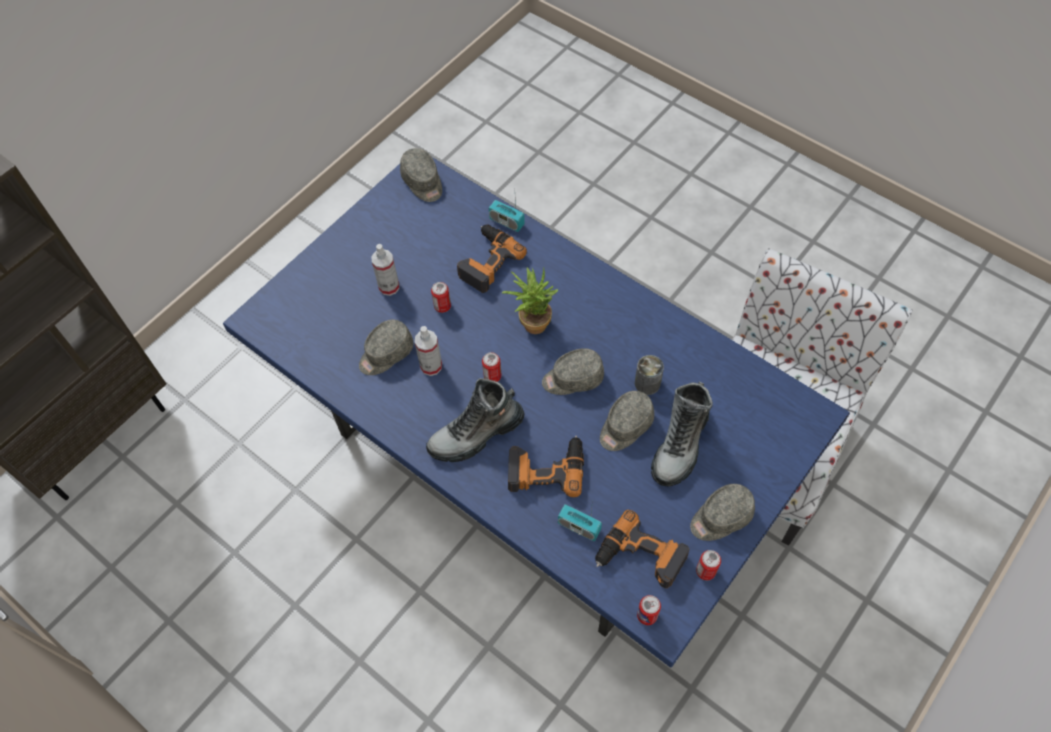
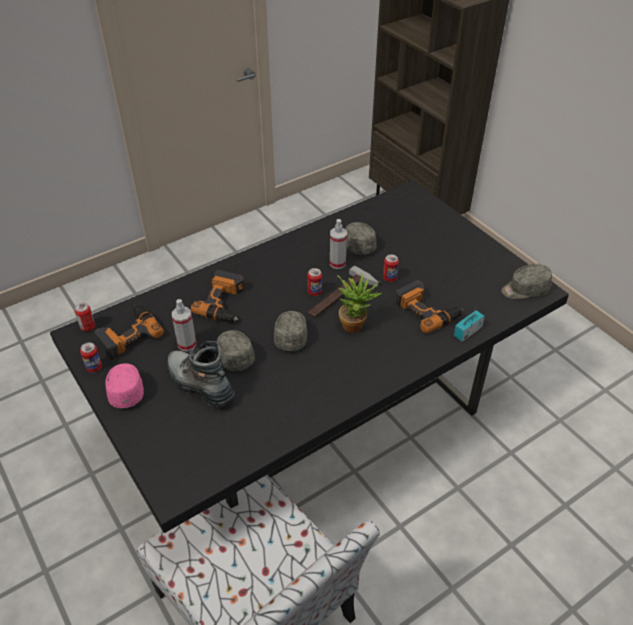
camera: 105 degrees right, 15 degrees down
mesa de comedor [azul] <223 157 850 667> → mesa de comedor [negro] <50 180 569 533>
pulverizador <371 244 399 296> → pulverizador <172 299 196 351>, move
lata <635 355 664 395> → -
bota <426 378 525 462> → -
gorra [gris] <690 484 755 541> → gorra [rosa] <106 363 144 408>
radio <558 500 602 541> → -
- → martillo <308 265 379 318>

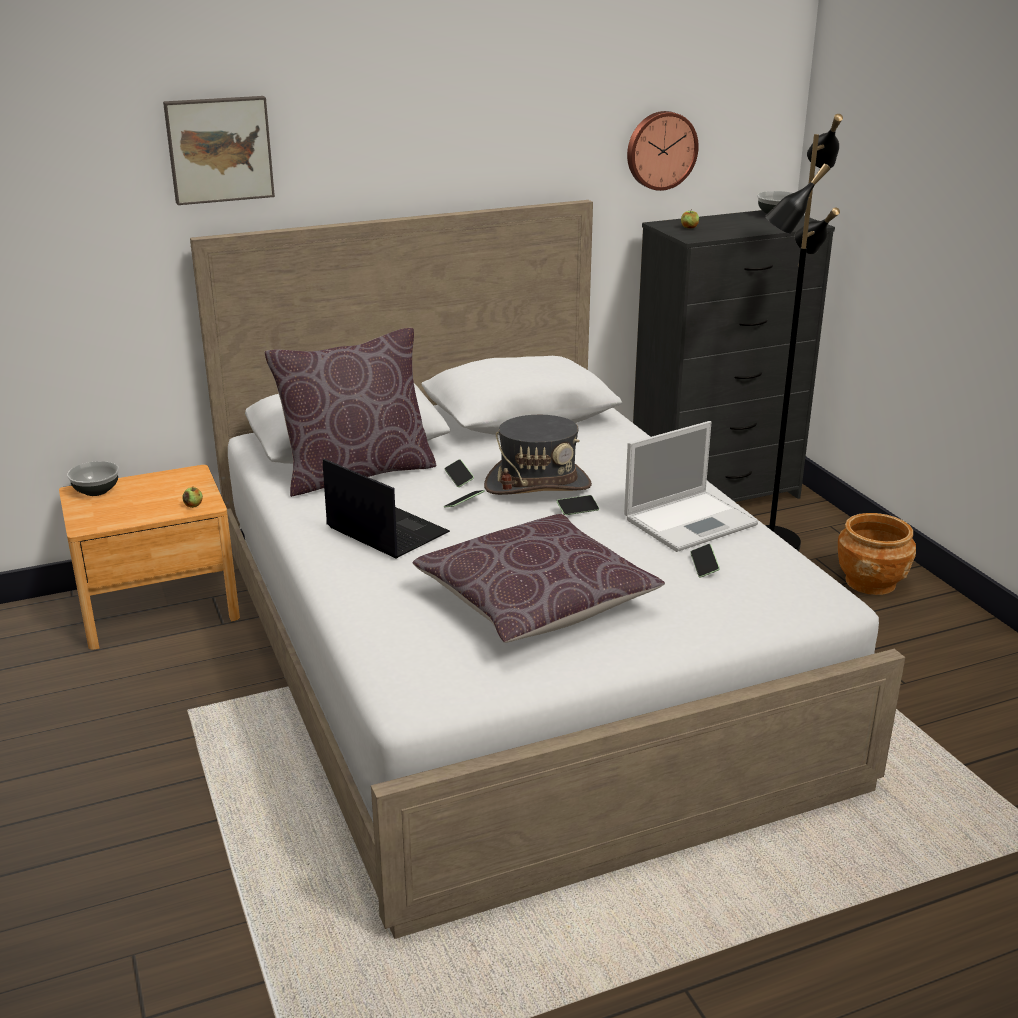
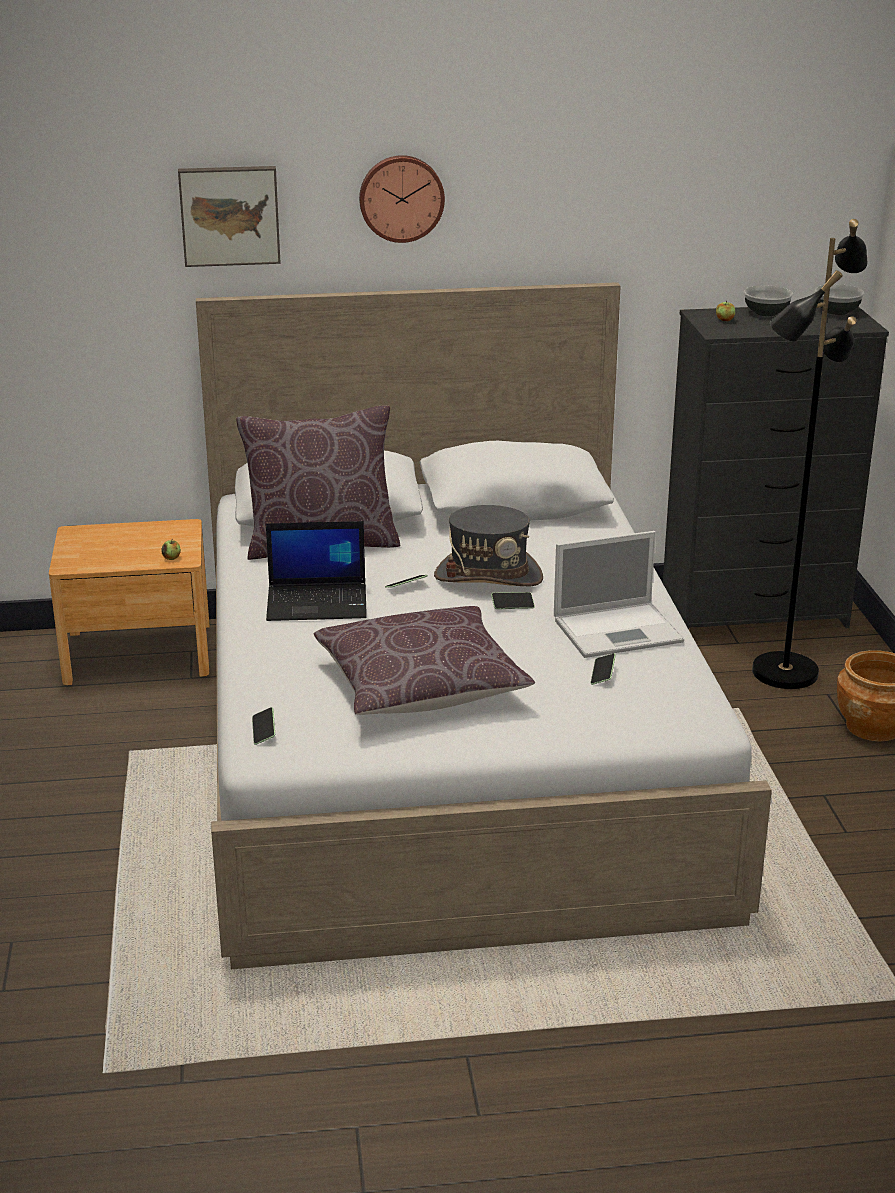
camera: 15 degrees right, 0 degrees up
reloj de pared <627 111 699 191> → reloj de pared <359 155 445 243>, move
portátil <323 458 450 558> → portátil <266 521 367 621>, 120 degrees clockwise
móvil <445 459 474 487> → móvil <252 707 275 745>, move
cuenco <67 461 119 496> → cuenco <744 286 793 316>, move

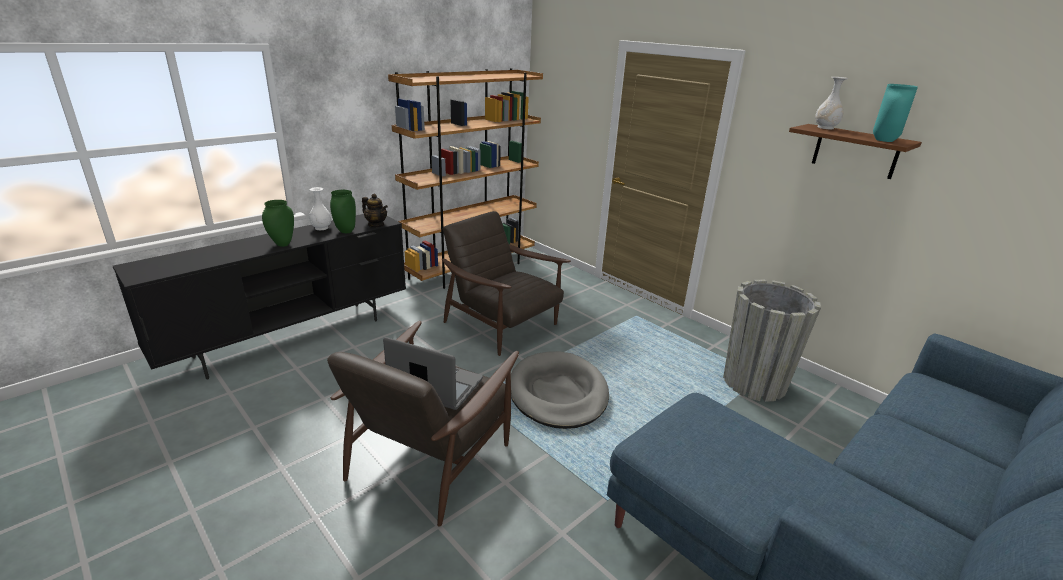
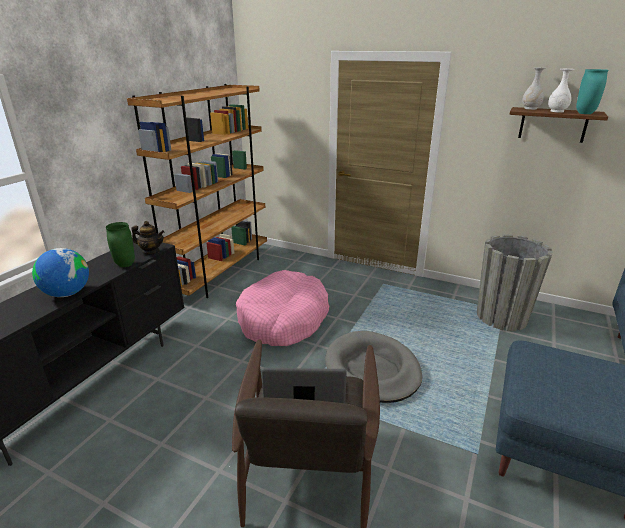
camera: 20 degrees left, 0 degrees up
florero [blanco] <309 187 331 230> → florero [blanco] <548 69 575 113>, move
florero [verde] <262 200 294 247> → globo terráqueo <32 248 89 297>
sillón [marrón] <442 211 571 356> → cama para perro [rosa] <236 270 329 346>

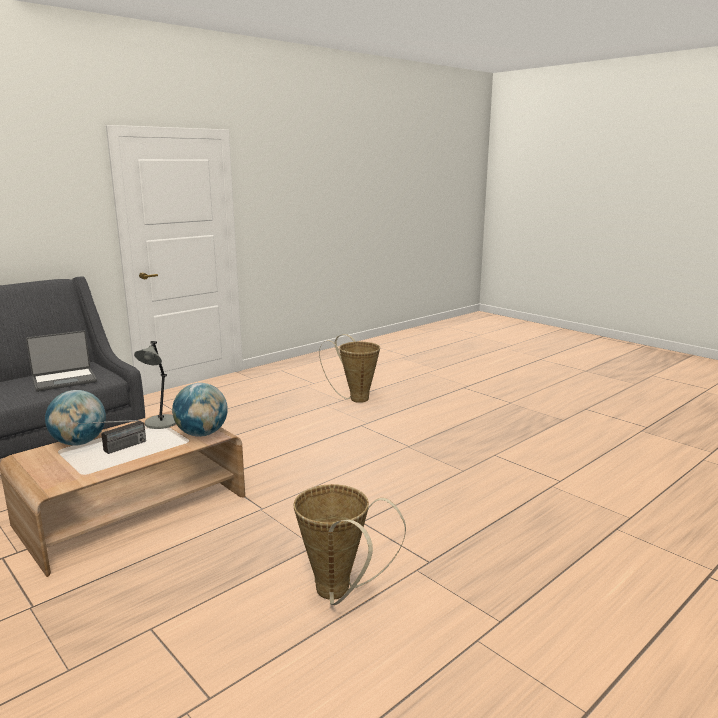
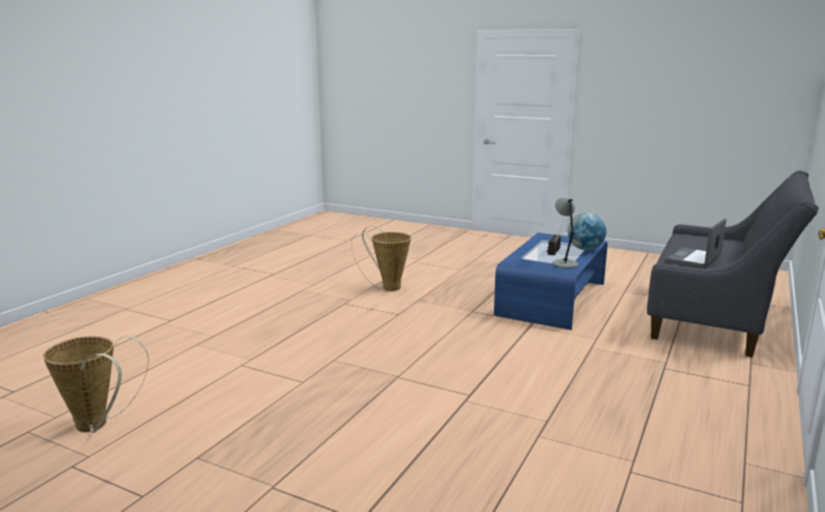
camera: 160 degrees right, 0 degrees up
cesta <319 334 380 403> → cesta <43 335 149 433>, move
globo terráqueo <172 383 228 437> → -
mesa de centro [marrón] <0 411 245 577> → mesa de centro [azul] <494 233 608 330>

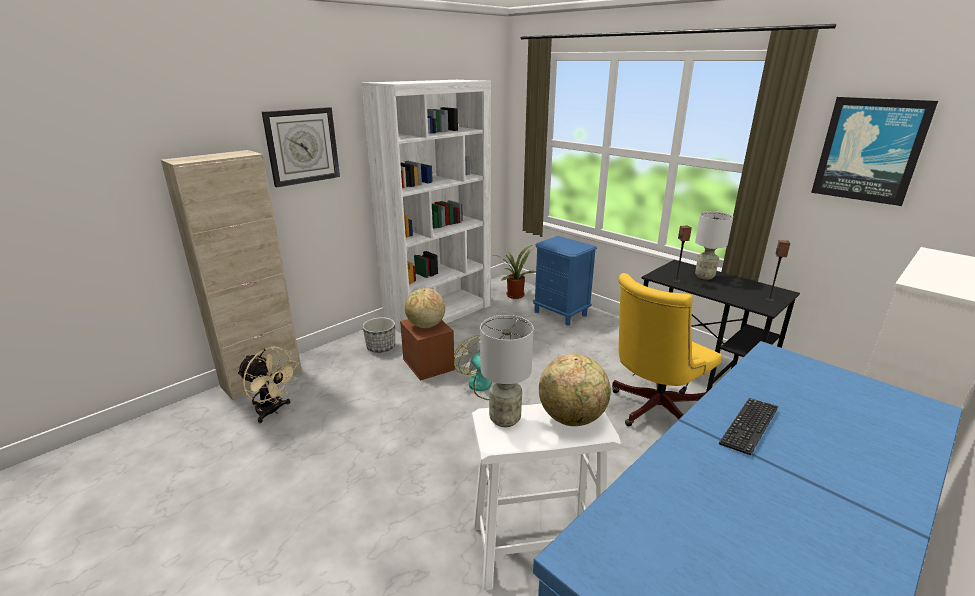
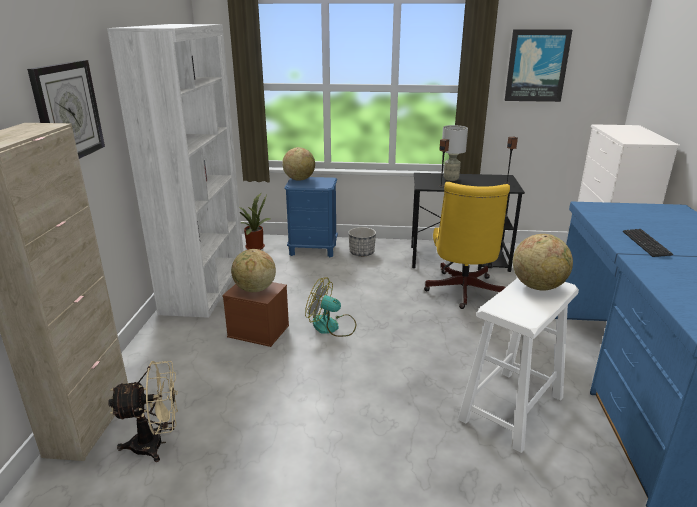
camera: 40 degrees left, 0 degrees up
lámpara de mesa [gris] <480 315 533 427> → -
maceta <363 317 395 353> → maceta <348 227 376 257>, move
- → globo terráqueo <282 147 315 181>

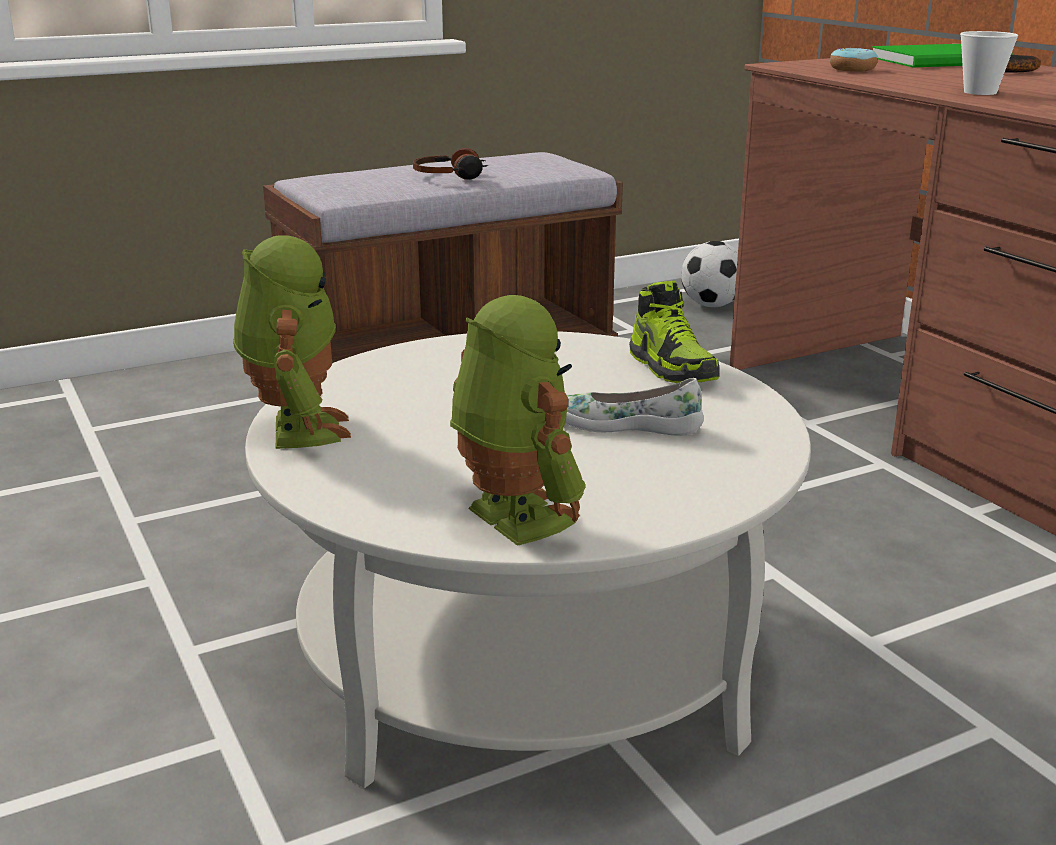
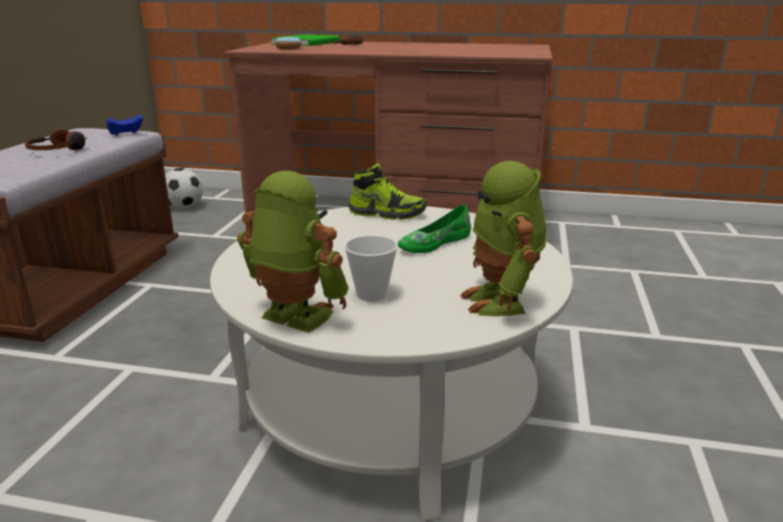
camera: 50 degrees left, 0 degrees up
taza <960 31 1018 95> → taza <344 235 398 302>, move
robot de juguete <450 295 585 546> → robot de juguete <460 161 547 316>, 105 degrees counterclockwise
zapato [blanco] <565 378 704 436> → zapato [verde] <398 205 471 253>
- → mando de consola [azul] <106 115 143 136>

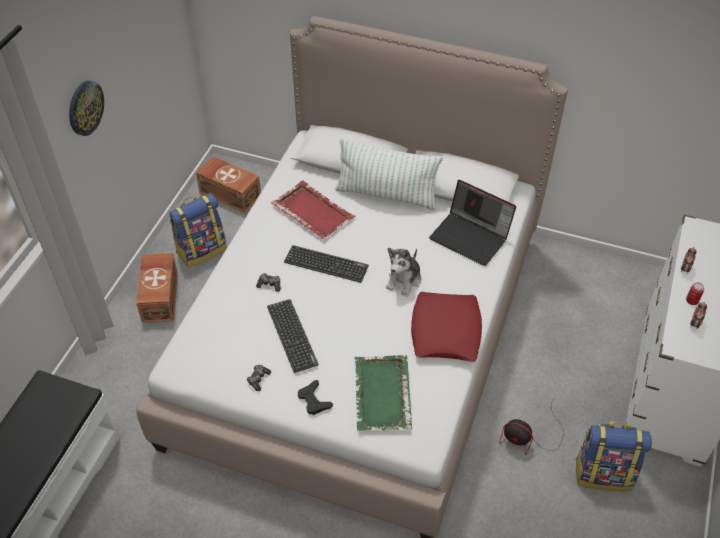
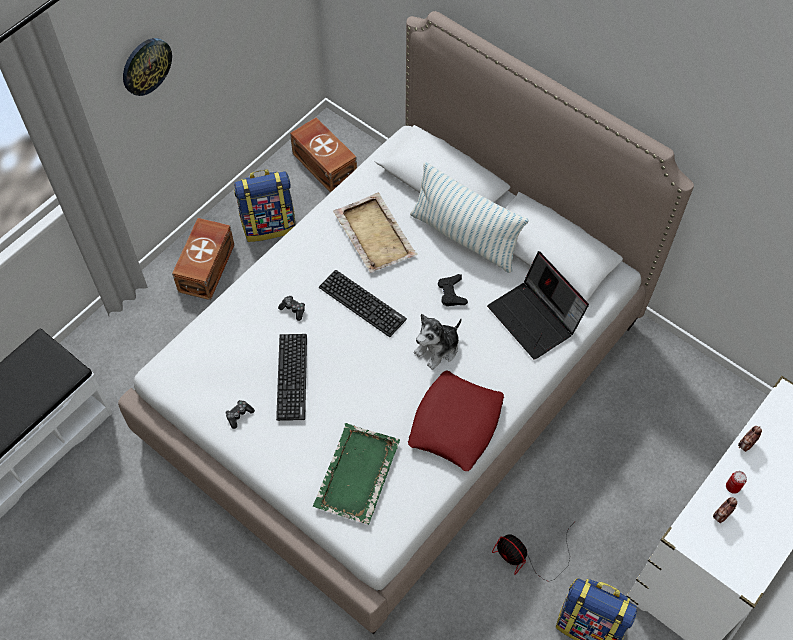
camera: 20 degrees right, 10 degrees up
bandeja [rojo] <271 180 355 239> → bandeja [beis] <333 193 418 273>
mando de consola [negro] <298 380 333 415> → mando de consola [negro] <438 274 468 306>, move

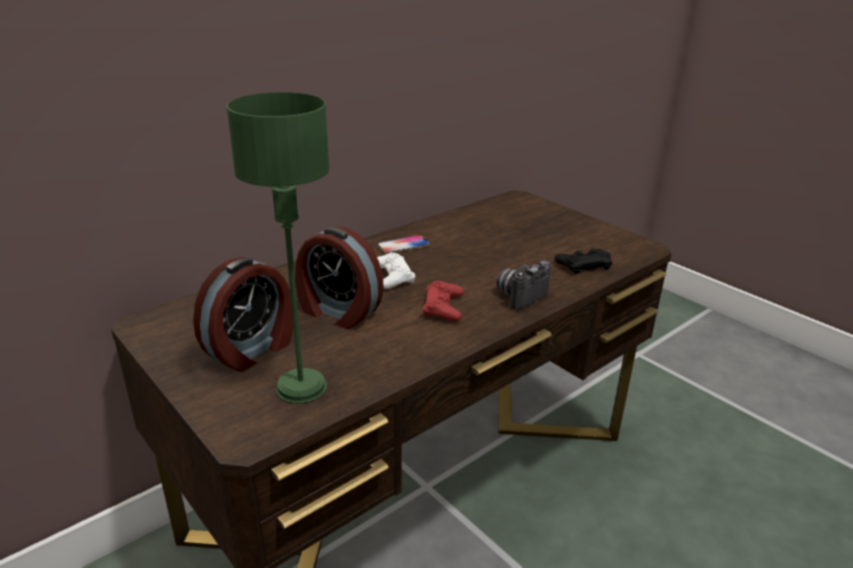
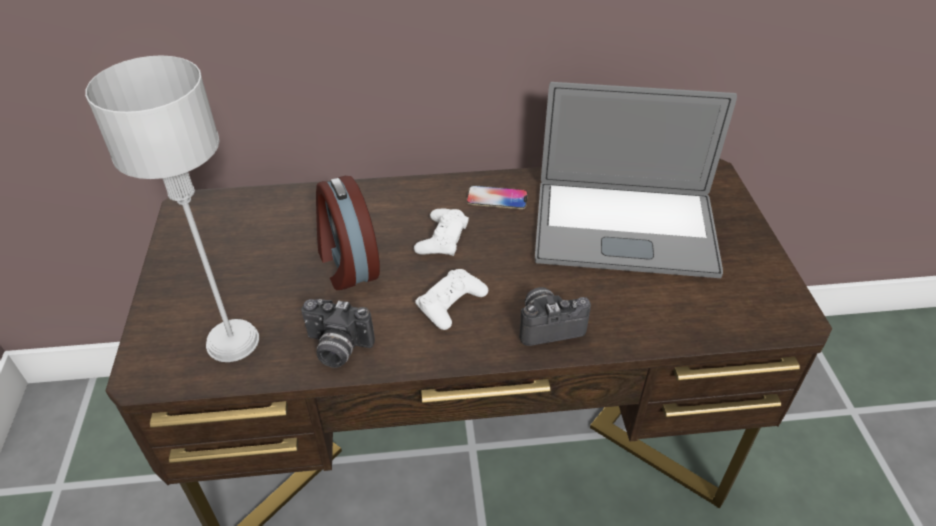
camera: 35 degrees right, 15 degrees up
lámpara de mesa [verde] <226 92 330 403> → lámpara de mesa [gris] <85 55 259 362>
mando de consola [negro] <555 248 612 274> → -
despertador <193 257 294 372> → -
mando de consola [rojo] <423 281 464 321> → mando de consola [blanco] <415 269 488 330>
- → portátil <535 82 737 278>
- → cámara <301 299 375 368>

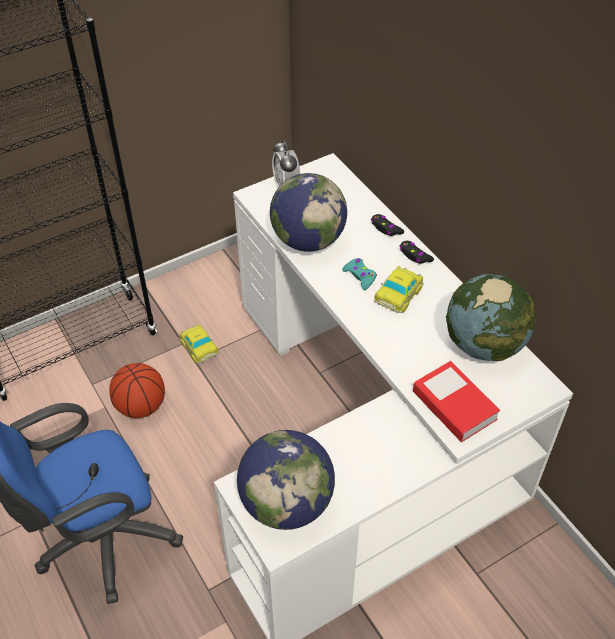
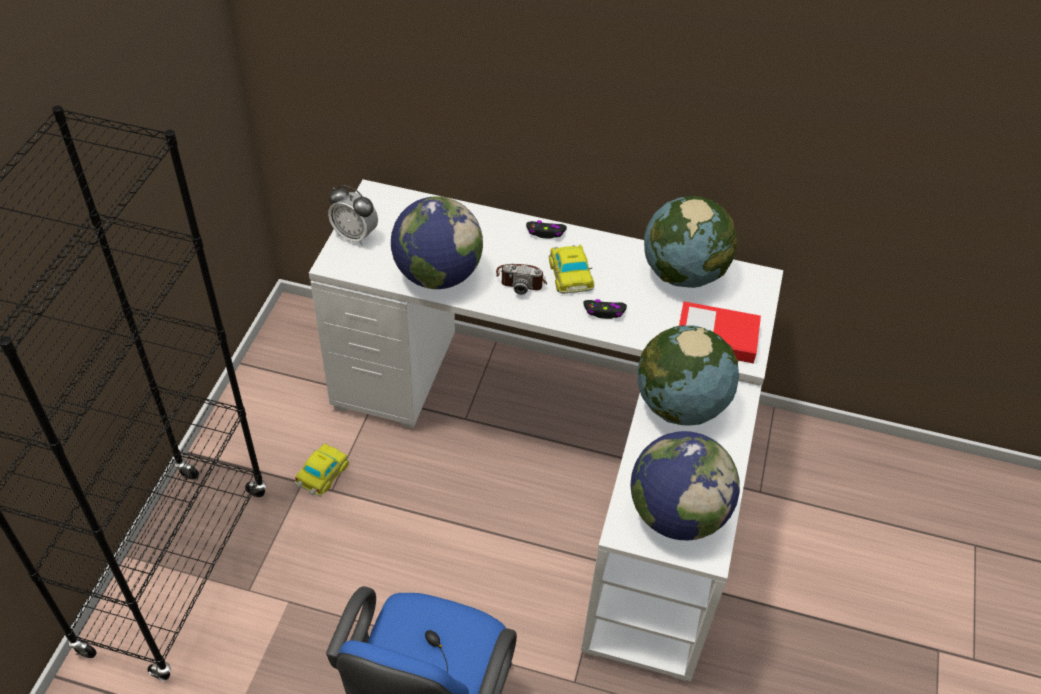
camera: 45 degrees left, 0 degrees up
mando de consola [negro] <371 214 404 236> → mando de consola [negro] <583 299 627 319>, move
mando de consola [turquesa] <342 258 377 290> → cámara <496 264 547 295>
coche de juguete <179 324 219 363> → coche de juguete <295 444 349 497>, 75 degrees counterclockwise
balón de baloncesto <109 363 165 418> → -
- → globo terráqueo <638 325 739 426>

